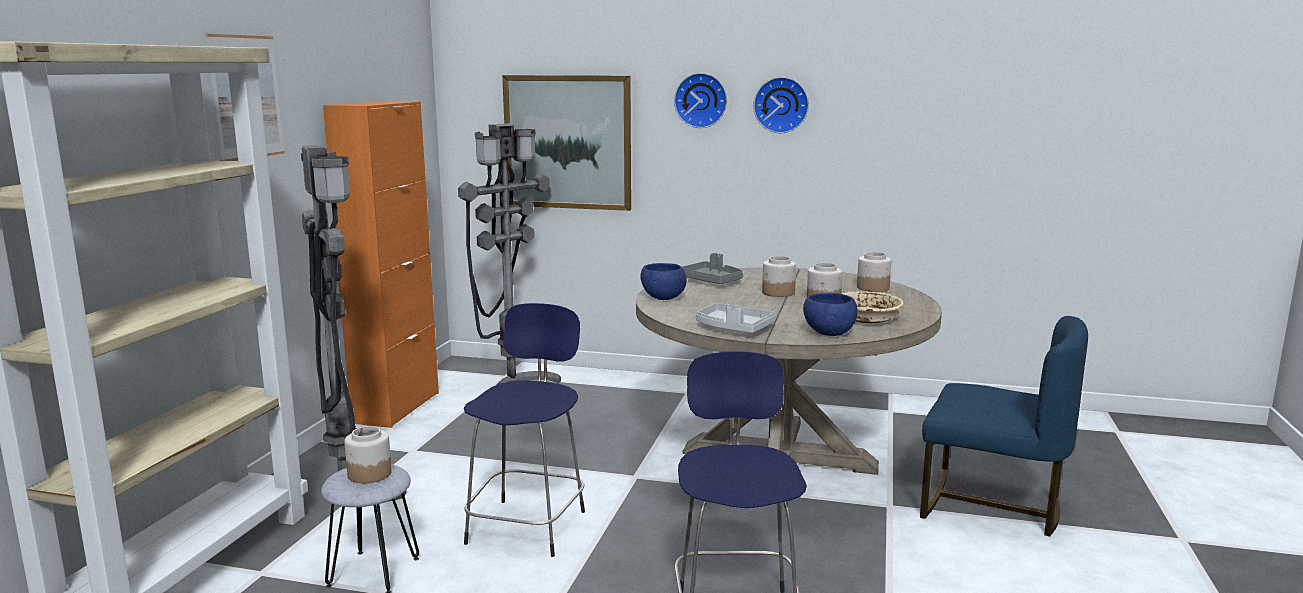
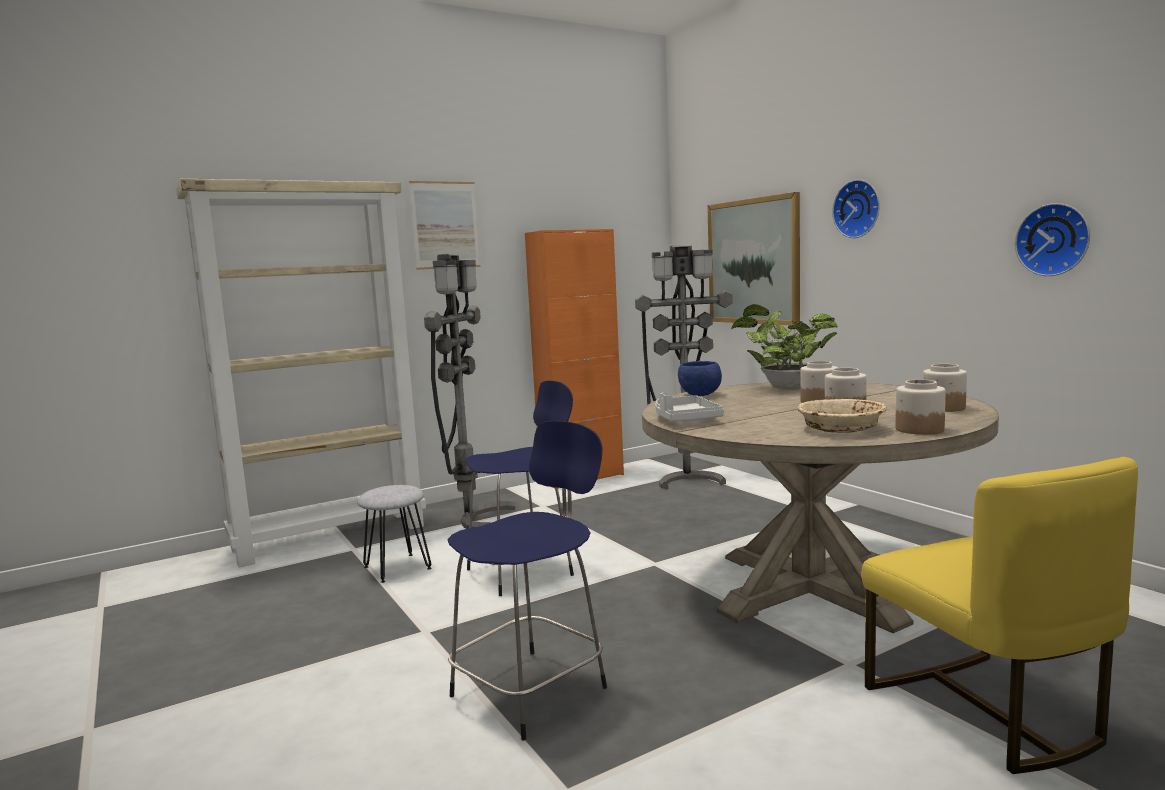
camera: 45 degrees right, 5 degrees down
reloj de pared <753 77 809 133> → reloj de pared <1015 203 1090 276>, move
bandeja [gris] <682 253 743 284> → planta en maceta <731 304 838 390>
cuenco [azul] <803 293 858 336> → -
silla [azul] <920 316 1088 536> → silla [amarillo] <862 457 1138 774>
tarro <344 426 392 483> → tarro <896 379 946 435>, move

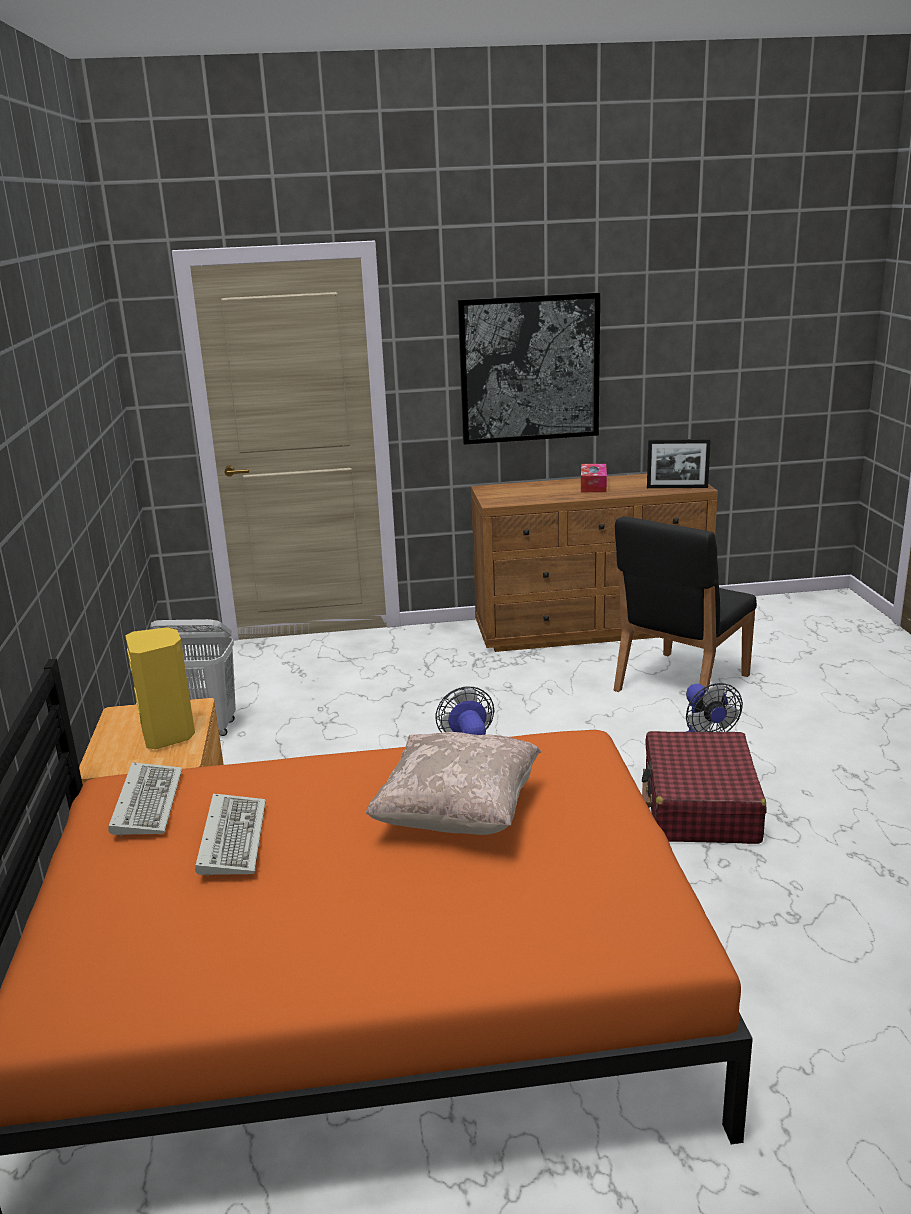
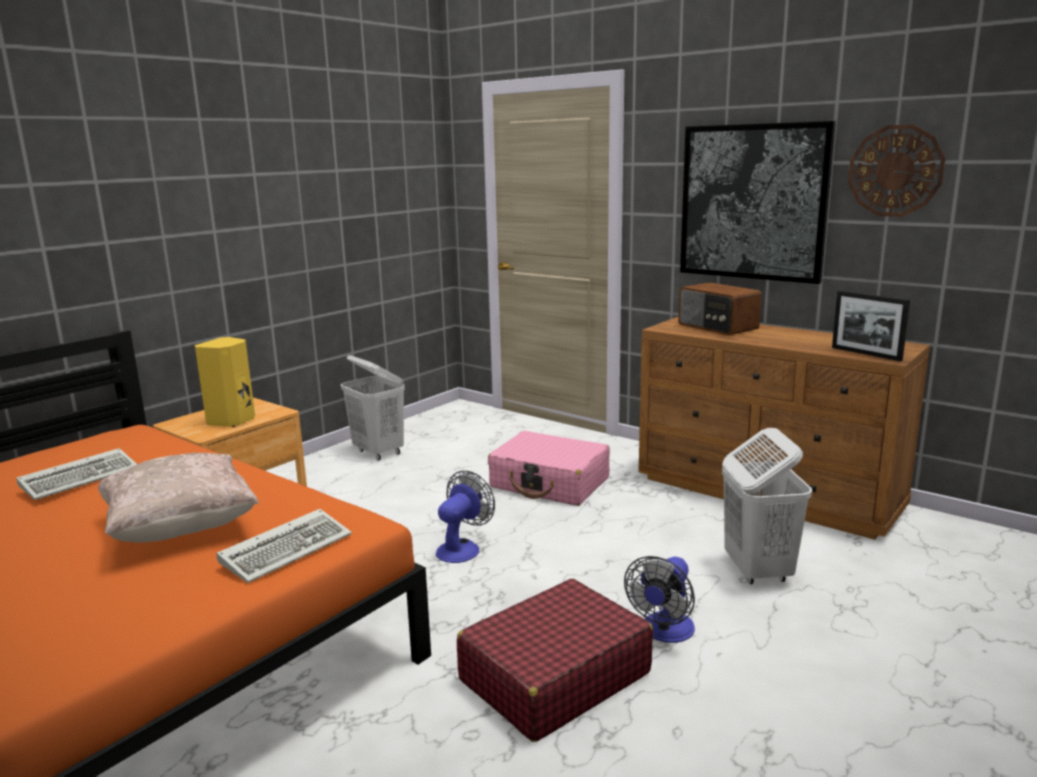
camera: 45 degrees right, 5 degrees down
caja de pañuelos <581 464 607 492> → -
silla [negro] <614 516 757 692> → cesto de la ropa [blanco] <722 428 812 584>
teclado <108 762 182 837> → teclado <217 509 352 583>, move
- → reloj de pared <848 124 946 217>
- → radio <678 282 762 335>
- → maleta [rosa] <488 431 610 506>

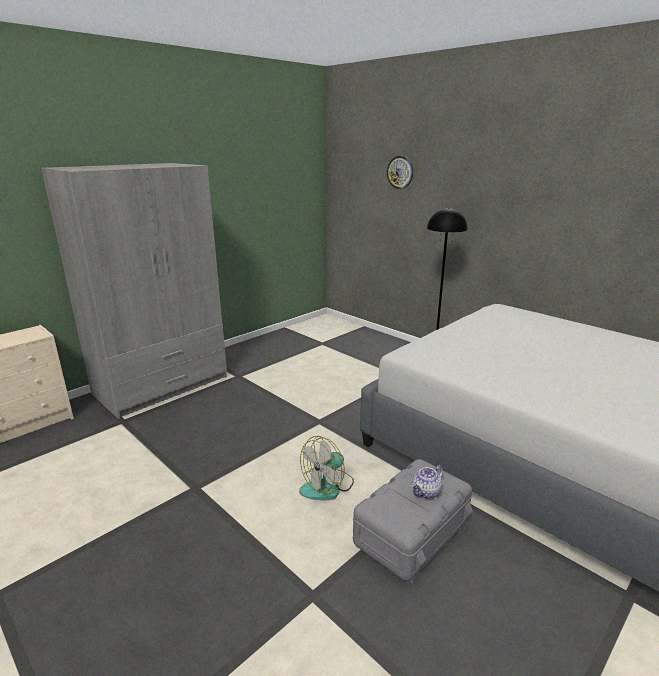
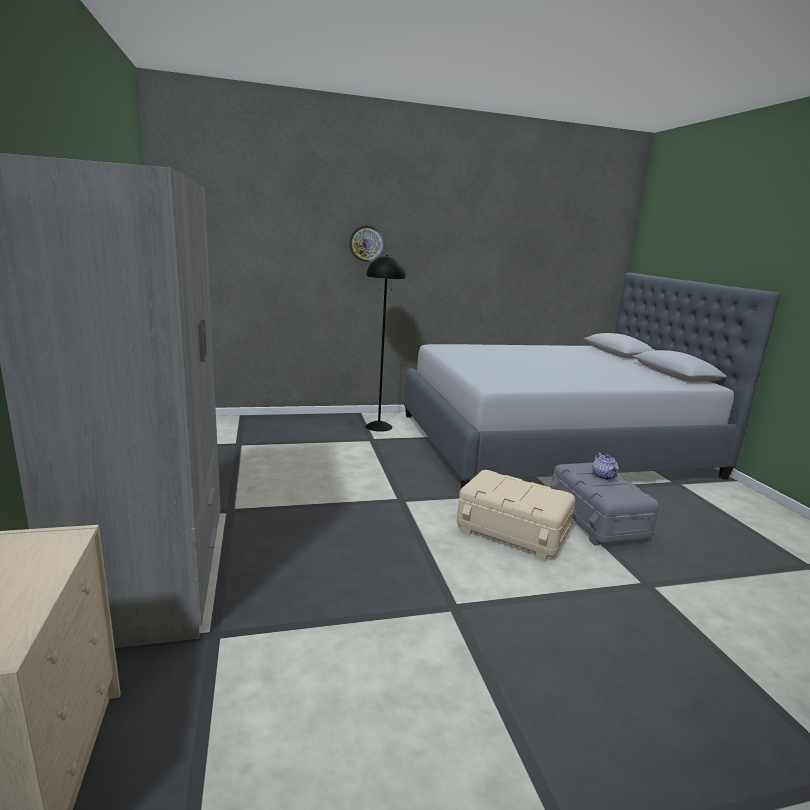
camera: 60 degrees left, 5 degrees down
reloj de pared <387 156 413 189> → reloj de pared <349 226 384 262>, move
ventilador <299 436 354 501> → caja de almacenaje [beis] <457 470 575 562>

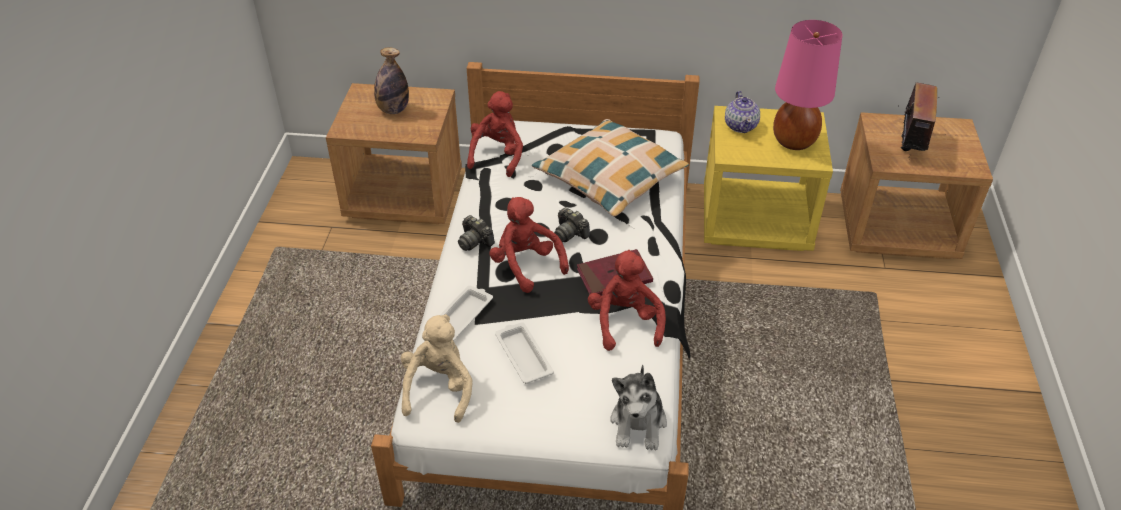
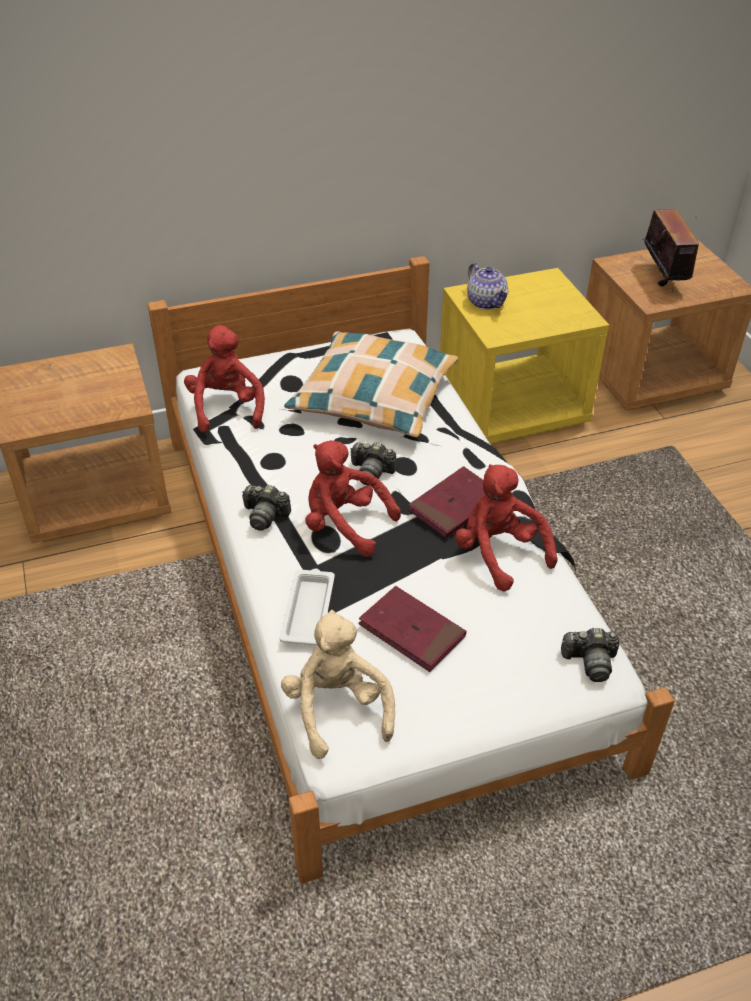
camera: 25 degrees left, 0 degrees up
lámpara de mesa [rosa] <773 20 843 150> → -
botella <374 47 409 114> → -
bandeja [blanco] <495 322 554 384> → libro [rojo] <358 586 466 672>
peluche <610 365 667 451> → cámara <561 628 619 682>

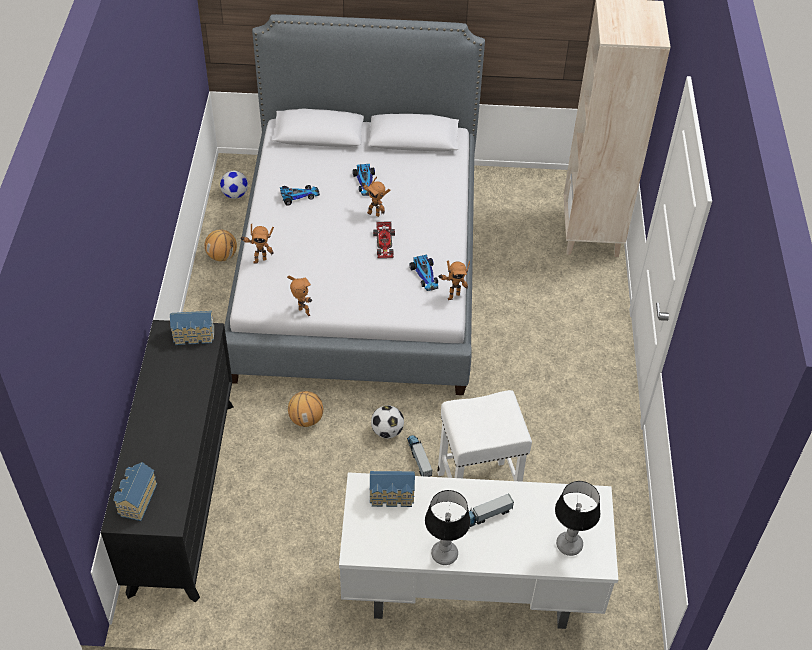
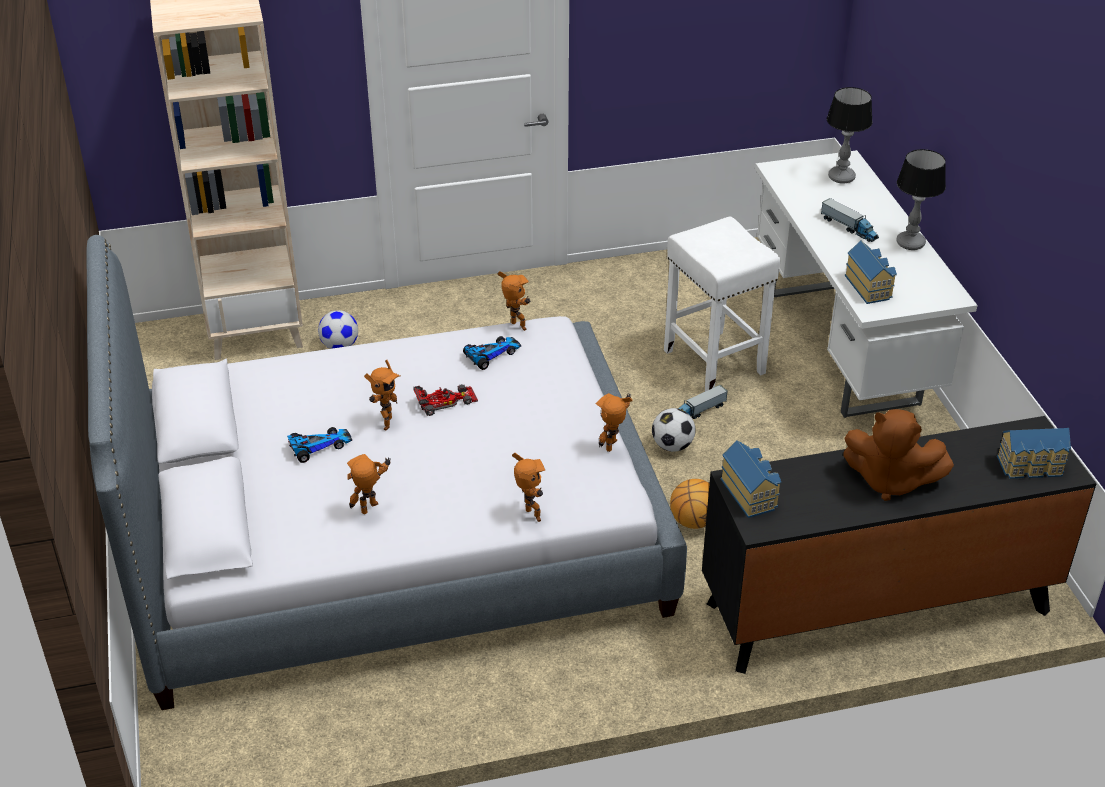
camera: 105 degrees left, 10 degrees down
balón de fútbol <220 171 248 199> → balón de fútbol <318 311 358 349>, move
coche de juguete <280 185 320 206> → robot de juguete <347 454 391 514>
balón de baloncesto <205 230 237 261> → -
- → peluche [marrón] <843 409 954 501>

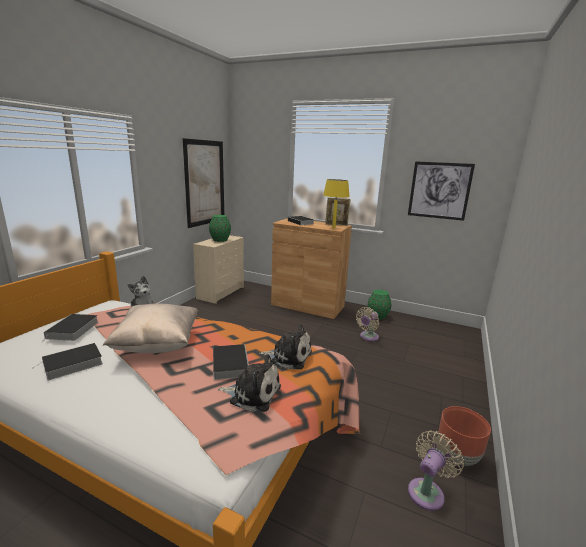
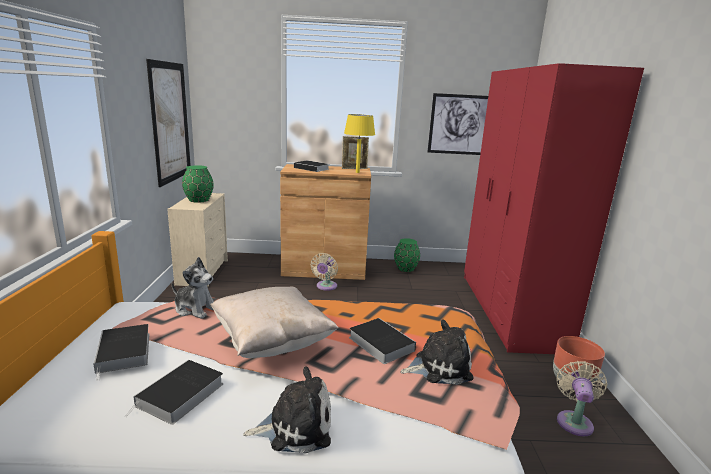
camera: 25 degrees left, 0 degrees up
ventilador [beis] <356 307 379 341> → ventilador [beis] <310 253 338 291>, move
peluche <259 324 312 369> → peluche <243 367 331 454>, move
- → armario ropero [rojo] <464 63 644 354>

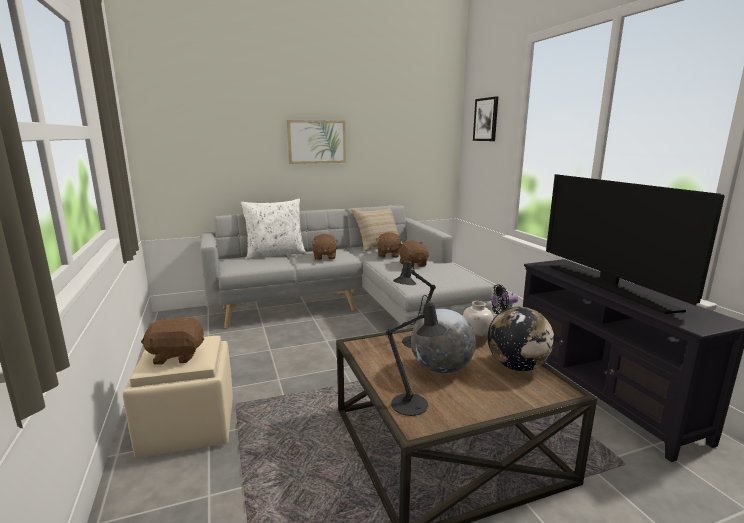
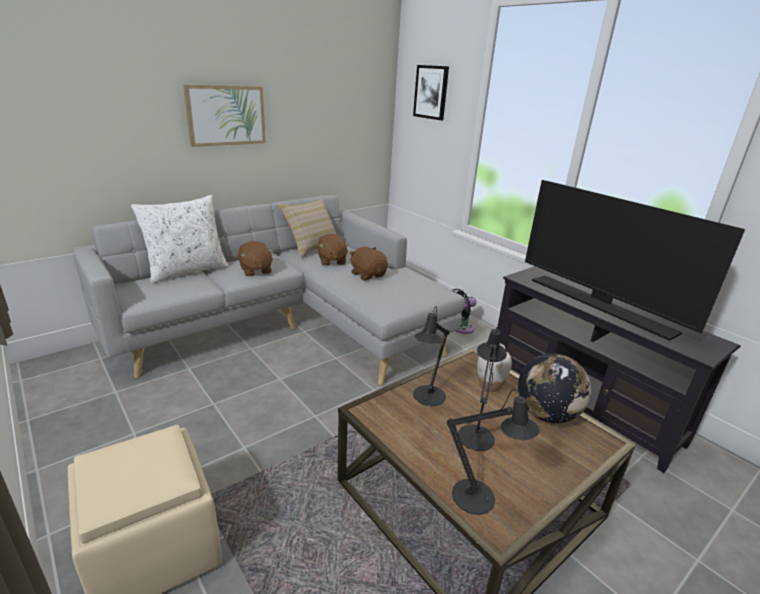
camera: 20 degrees left, 10 degrees up
globo terráqueo <411 309 476 374> → lámpara de mesa [negro] <458 327 507 451>
peluche [marrón] <141 317 204 365> → -

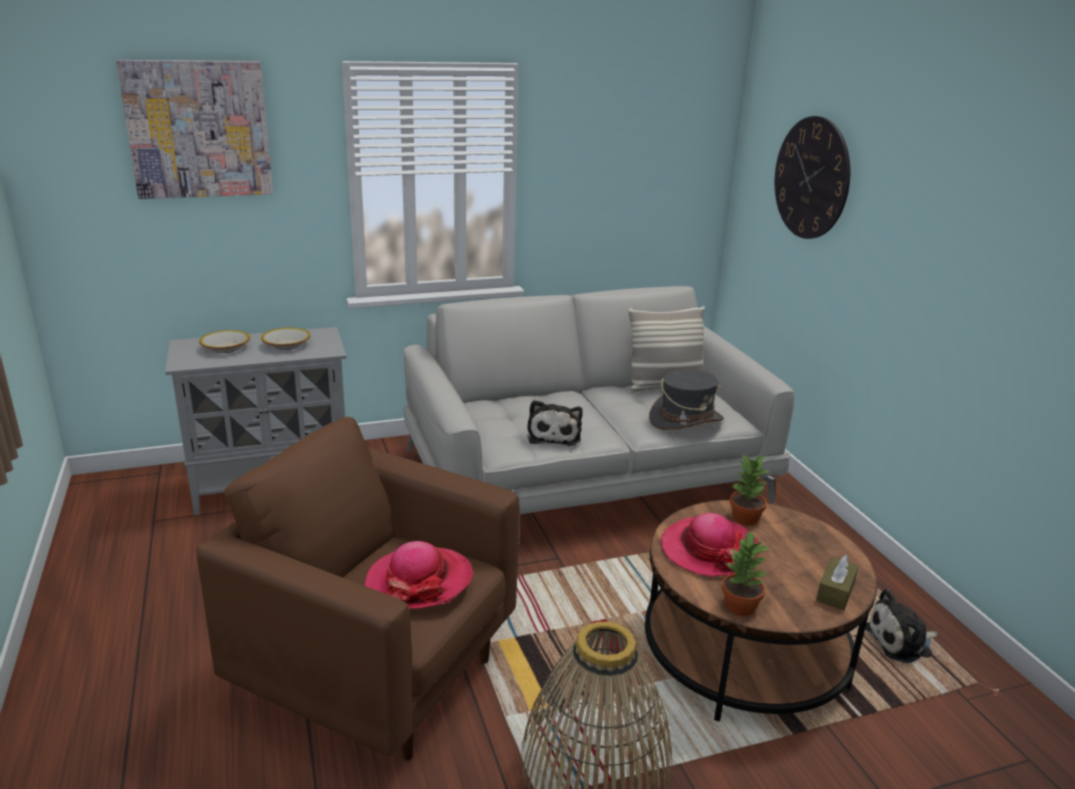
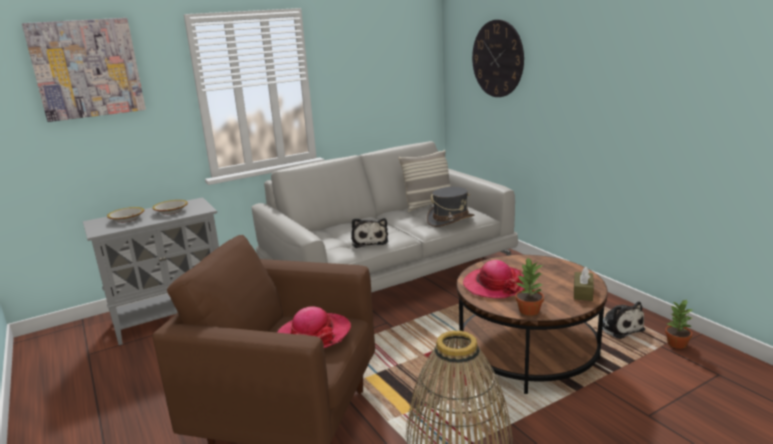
camera: 10 degrees left, 5 degrees down
planta en maceta <730 454 770 525> → planta en maceta <665 299 692 349>, move
peluche <865 589 938 663> → peluche <597 301 645 339>, 90 degrees counterclockwise

